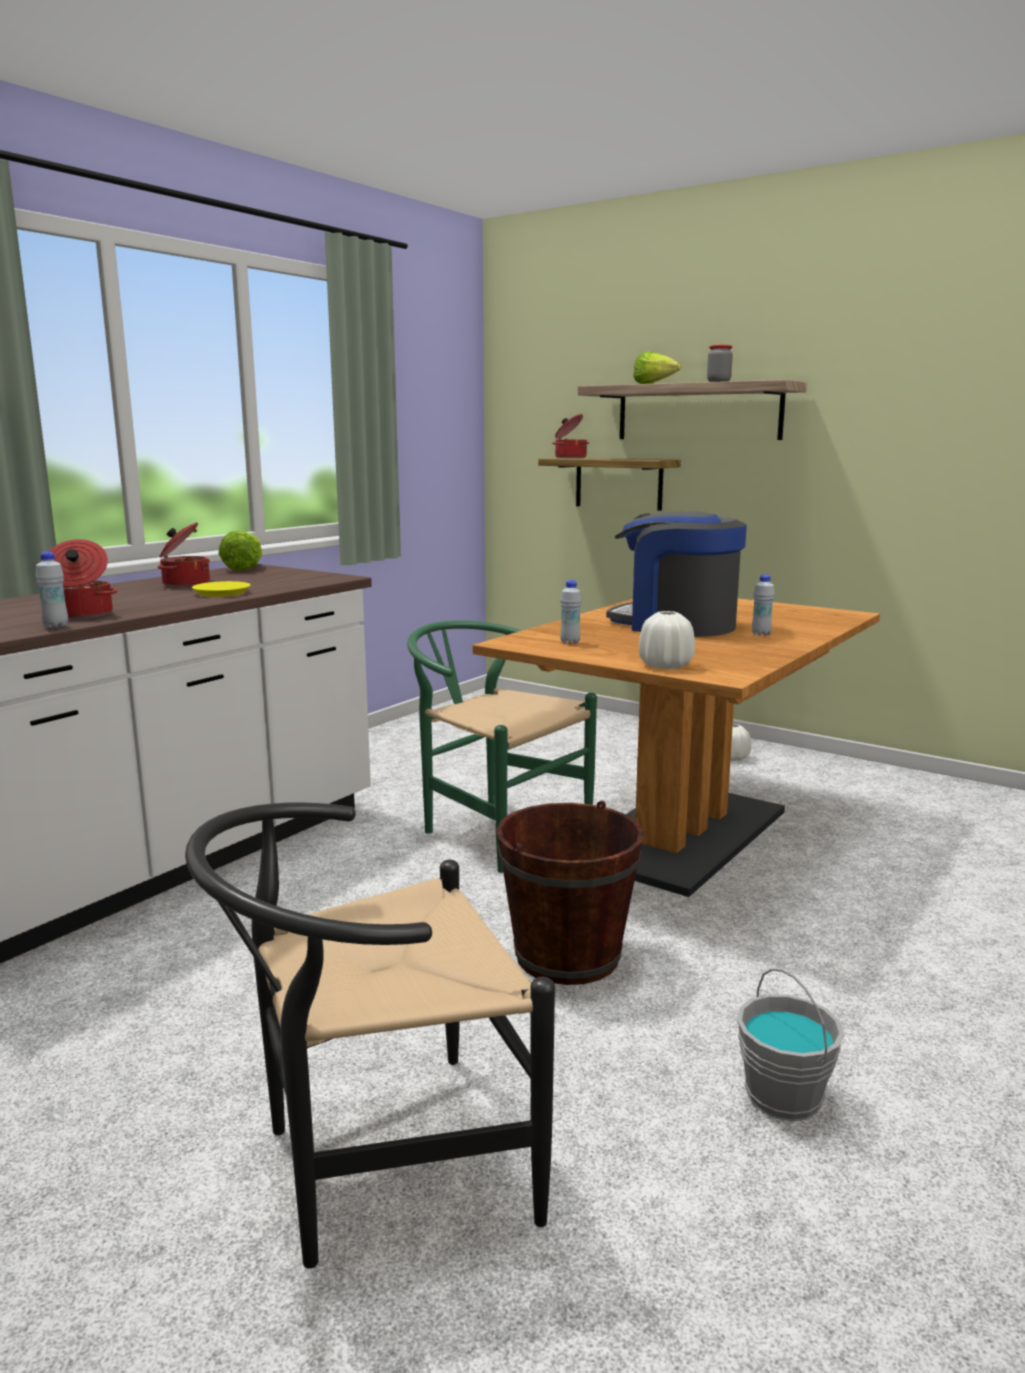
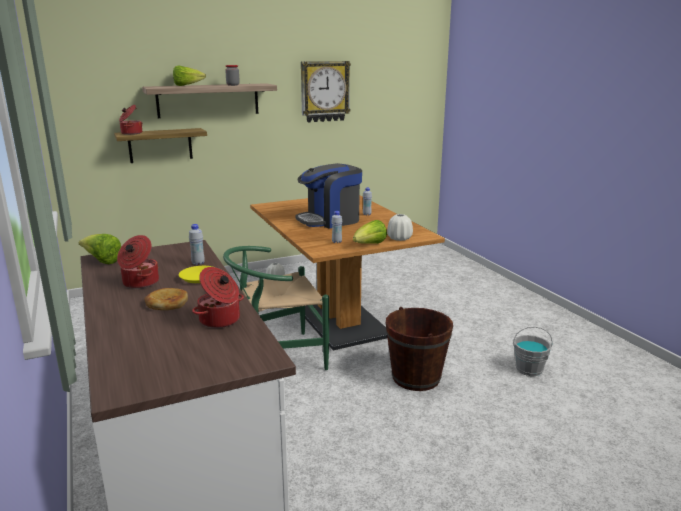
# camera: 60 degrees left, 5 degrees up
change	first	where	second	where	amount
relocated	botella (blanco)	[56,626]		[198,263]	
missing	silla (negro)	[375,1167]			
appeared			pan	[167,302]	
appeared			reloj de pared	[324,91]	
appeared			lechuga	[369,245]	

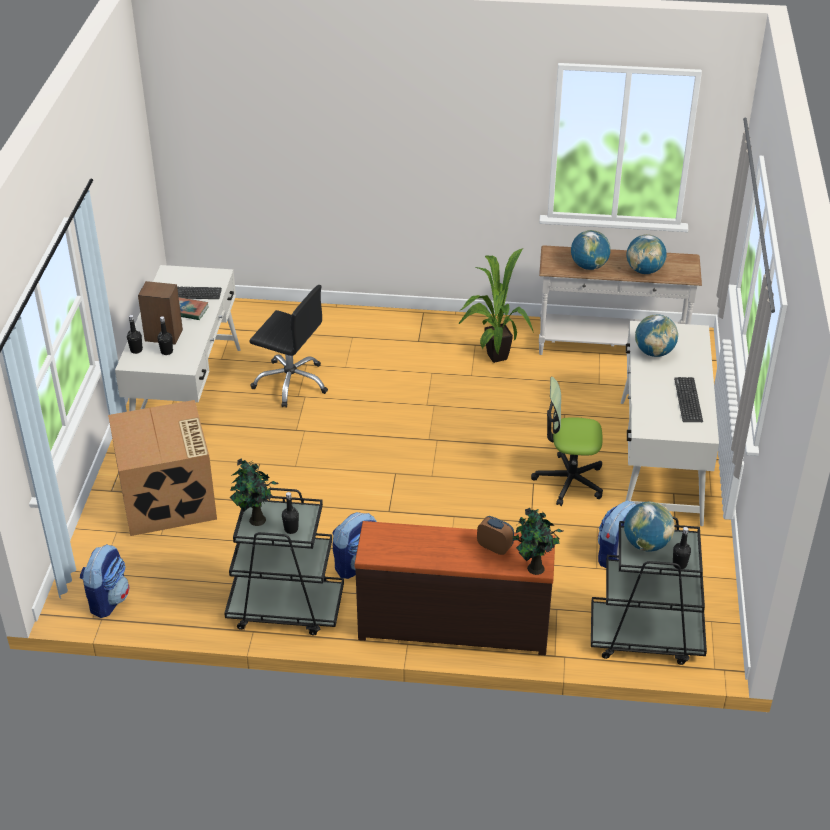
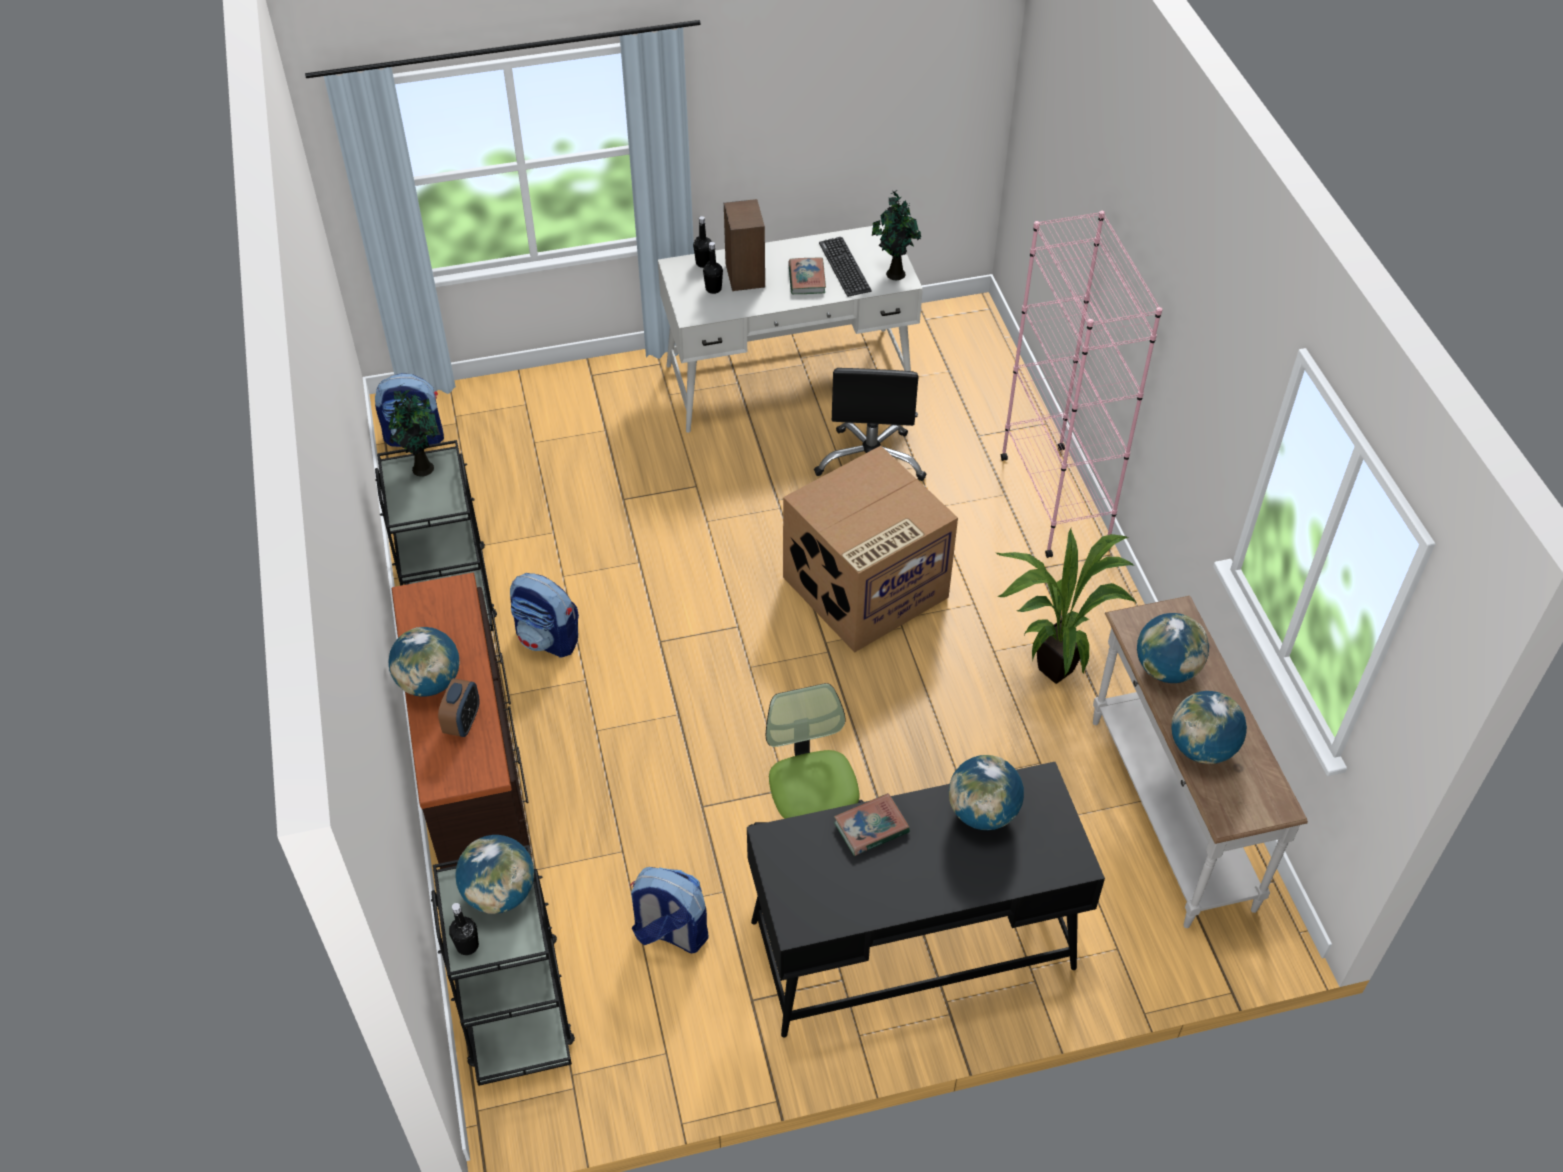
# camera: 70 degrees right, 10 degrees up
change	first	where	second	where	amount
relocated	caja de cartón	[169,499]		[865,589]	
missing	botella (negro)	[291,529]			
relocated	planta en maceta	[534,569]		[894,273]	
colour	escritorio (blanco)	[659,461]	escritorio (negro)	[911,943]	
missing	teclado	[688,400]			
appeared			globo terráqueo	[429,682]	
appeared			libro	[871,827]	
appeared			estantería (rosa)	[1054,500]	

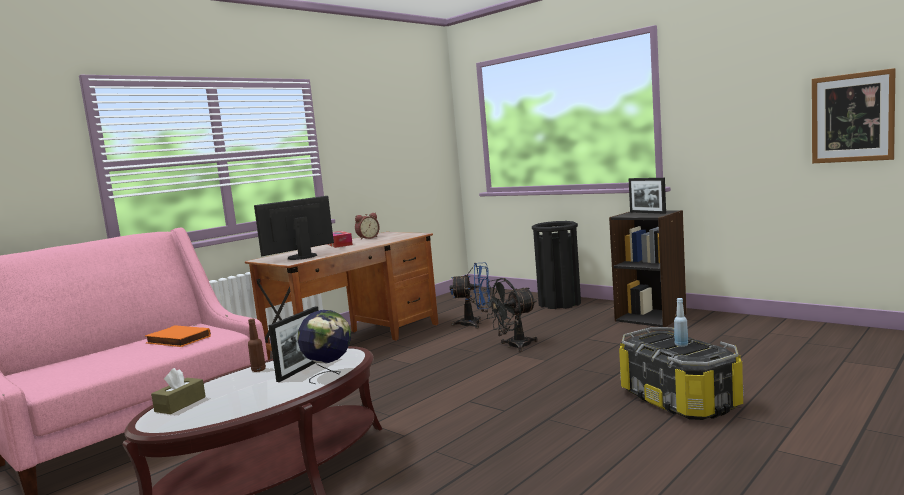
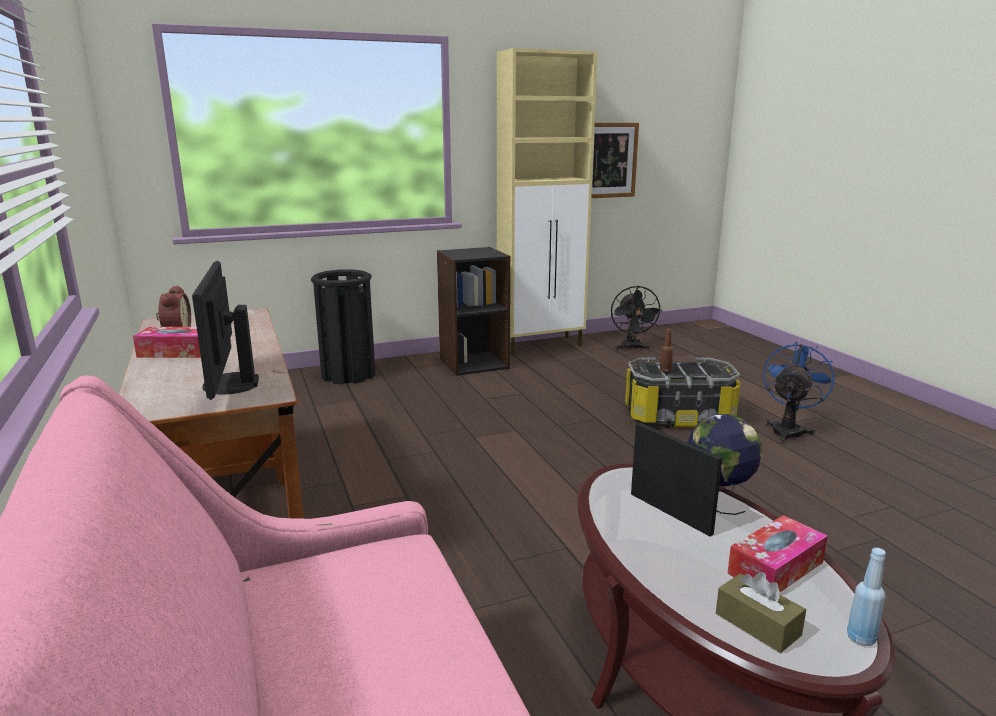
# camera: 65 degrees left, 10 degrees up
change	first	where	second	where	amount
missing	libro (naranja)	[177,340]			
relocated	botella (marrón)	[258,370]		[665,371]	
relocated	ventilador (azul)	[475,324]		[788,430]	
relocated	ventilador (negro)	[513,346]		[632,348]	
missing	portarretratos	[647,212]			
relocated	botella (azul)	[681,345]		[861,638]	
appeared			armario (beis)	[541,345]	
appeared			caja de pañuelos	[775,568]	

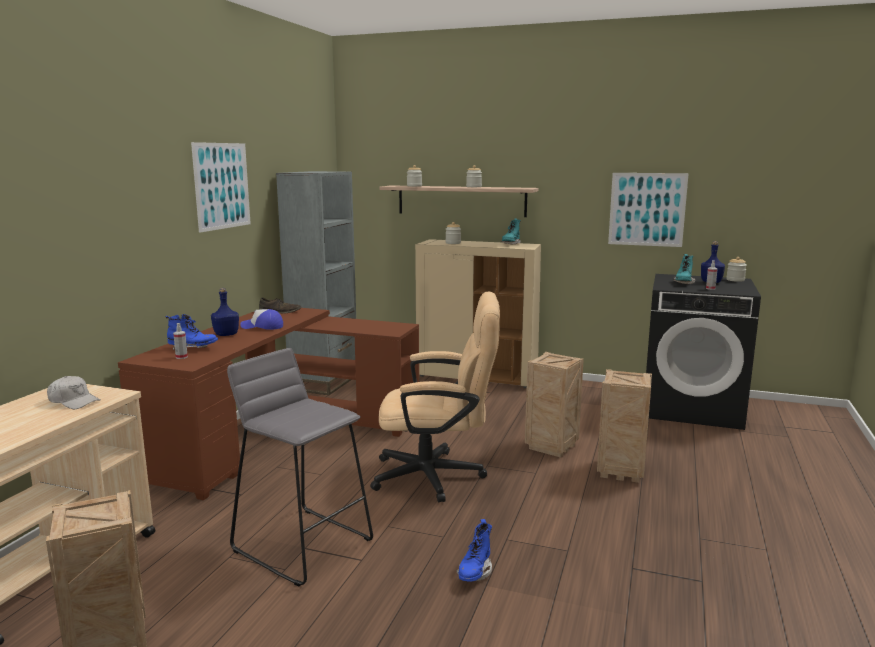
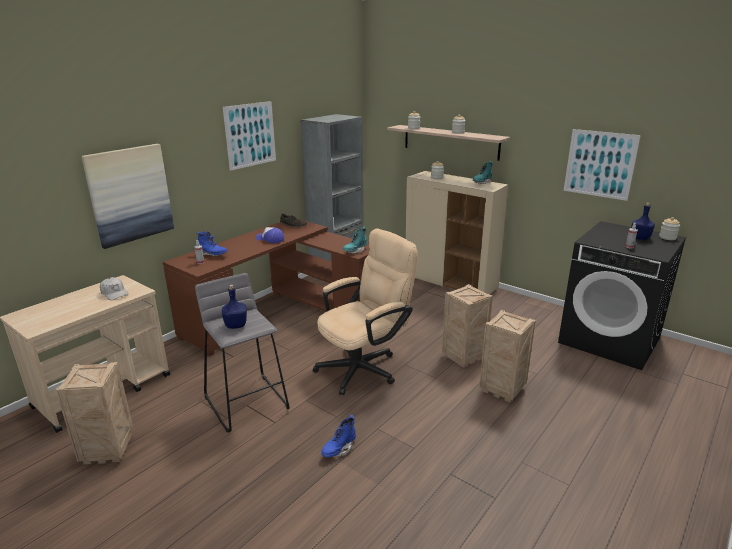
# camera: 20 degrees right, 10 degrees up
change	first	where	second	where	amount
relocated	botella (azul)	[226,334]		[236,325]	
spun	silla de oficina (beis)	[438,476]		[365,367]	60 degrees counterclockwise
relocated	bota (turquesa)	[683,283]		[355,251]	
appeared			cuadro	[130,194]	

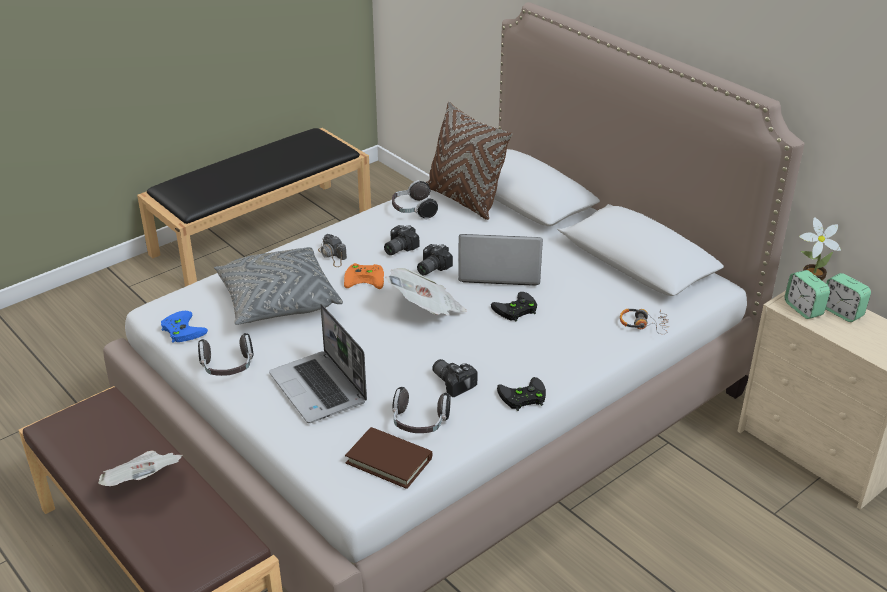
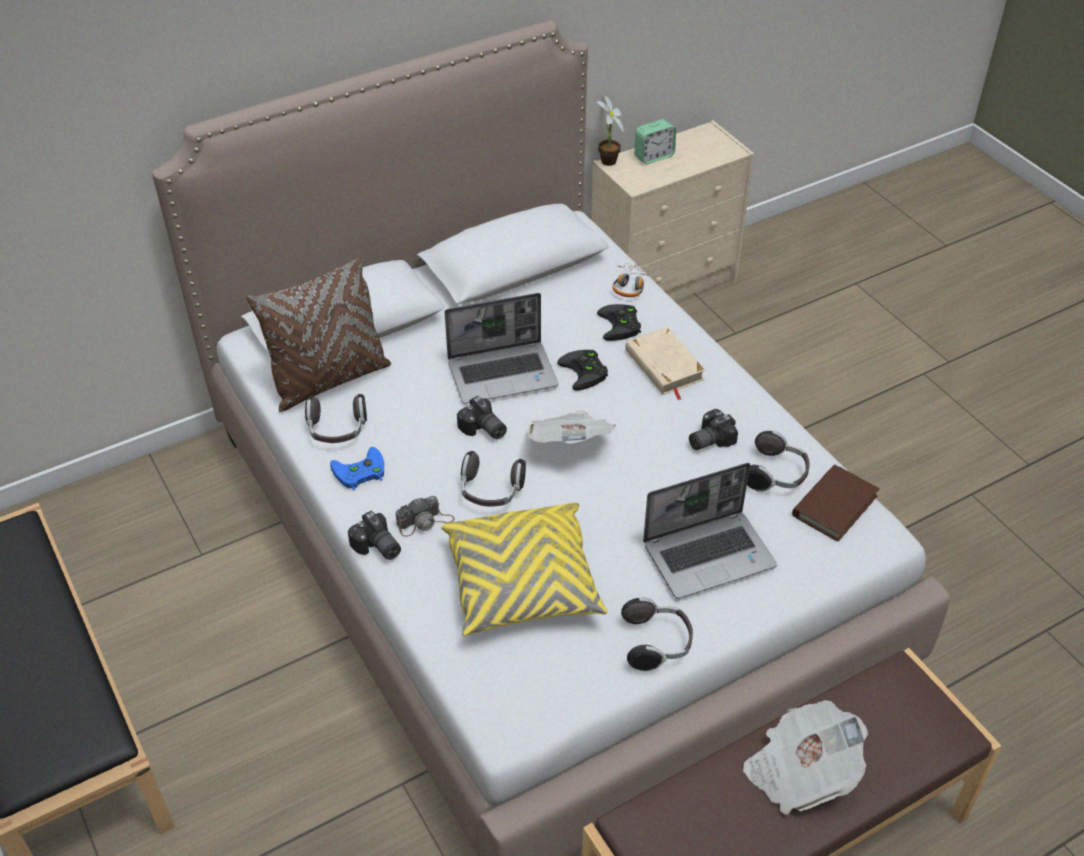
# camera: 80 degrees left, 10 degrees up
change	first	where	second	where	amount
relocated	mando de consola (azul)	[181,329]		[359,473]	
colour	cojín (gris)	[278,301]	cojín (amarillo)	[523,584]	
exchanged	mando de consola (naranja)	[366,278]	auriculares	[491,492]	
relocated	cámara	[398,248]		[376,548]	
spun	portátil	[498,270]		[503,373]	120 degrees counterclockwise
relocated	mando de consola (negro)	[522,397]		[621,326]	
missing	despertador	[803,309]			
appeared			libro (beis)	[664,366]	

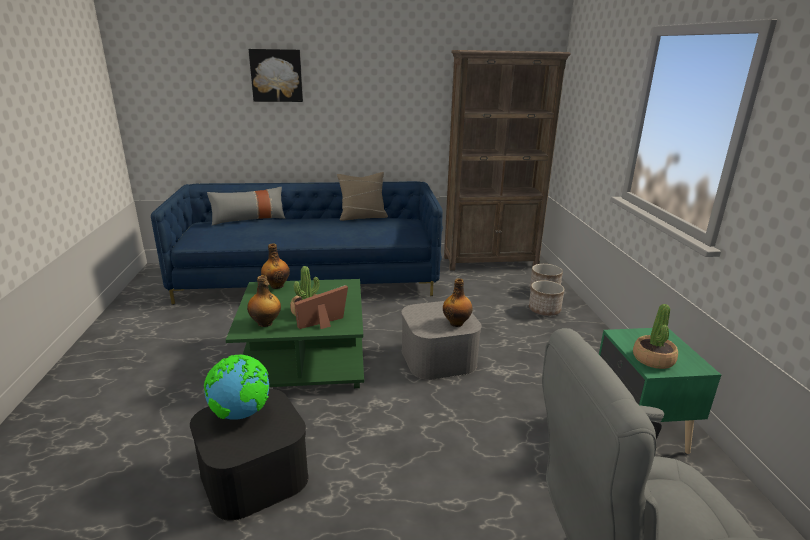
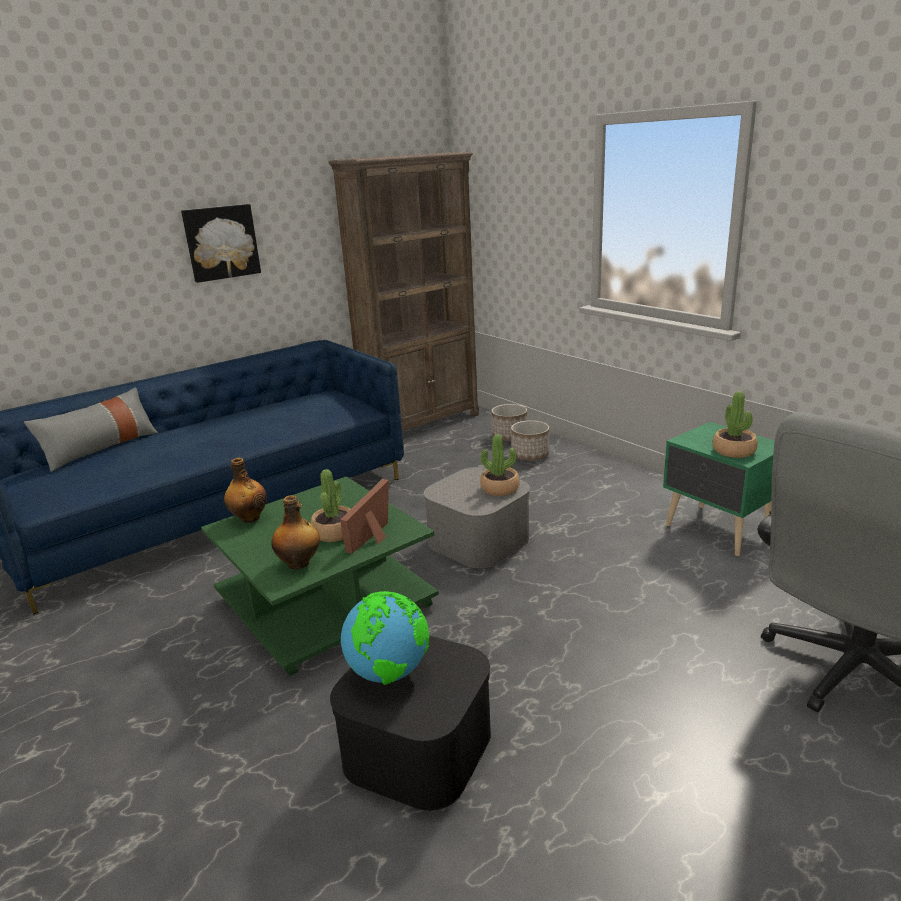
# camera: 30 degrees left, 0 degrees up
change	first	where	second	where	amount
relocated	cuadro	[276,75]		[221,242]	
missing	cojín (beis)	[363,217]			
exchanged	botella	[456,323]	planta en maceta	[500,488]	

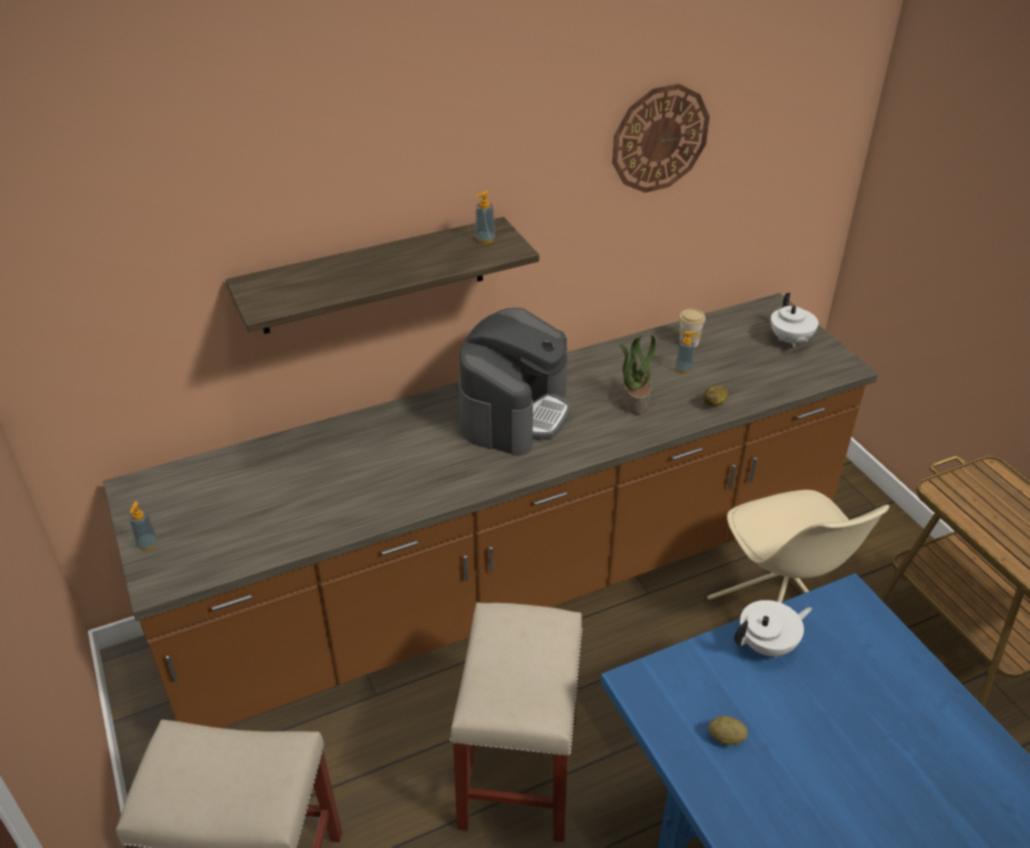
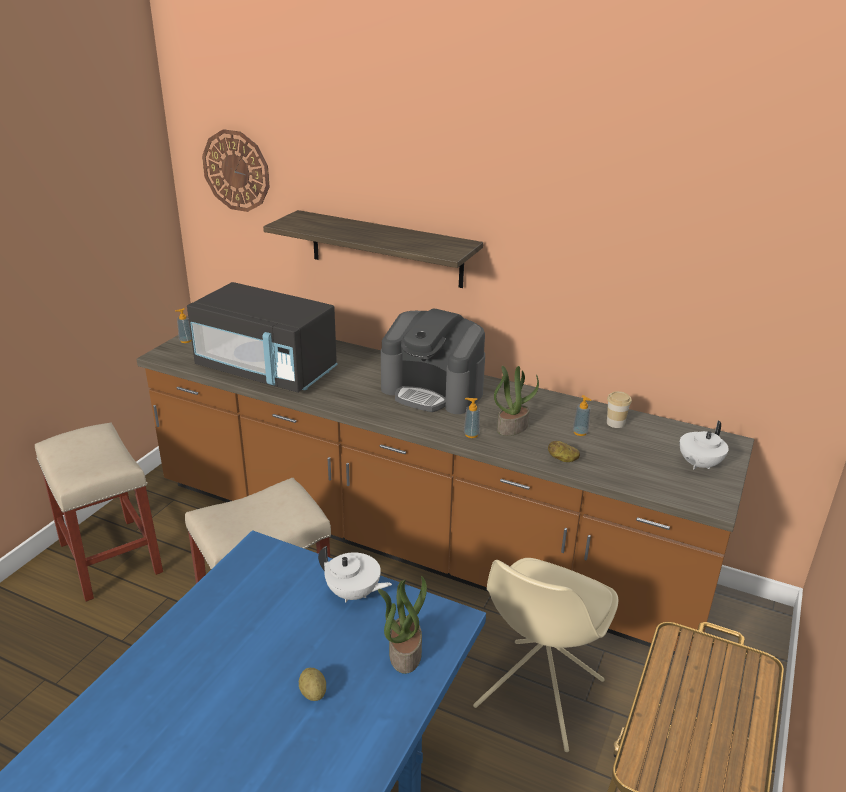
# camera: 50 degrees right, 10 degrees down
change	first	where	second	where	amount
spun	cafetera	[514,412]		[433,391]	45 degrees clockwise
relocated	dispensador de jabón	[485,239]		[471,434]	
relocated	reloj de pared	[659,138]		[236,171]	
relocated	patata	[726,738]		[313,693]	
appeared			microondas (negro)	[267,371]	
appeared			planta en maceta	[404,652]	

